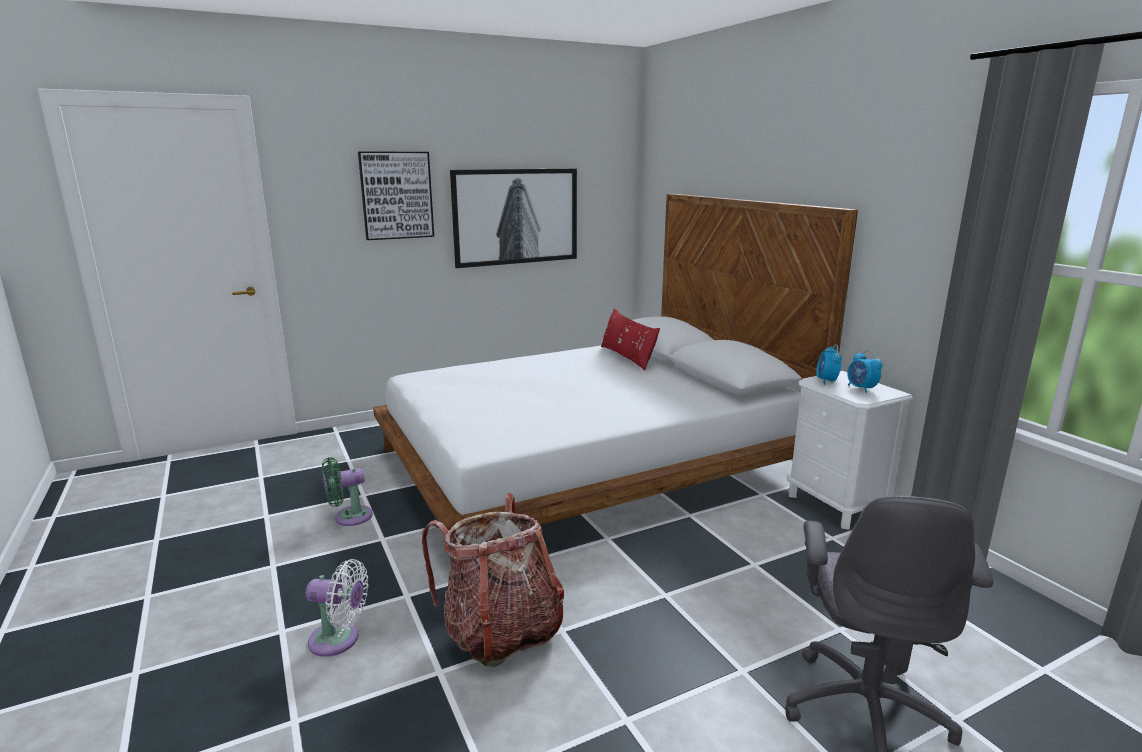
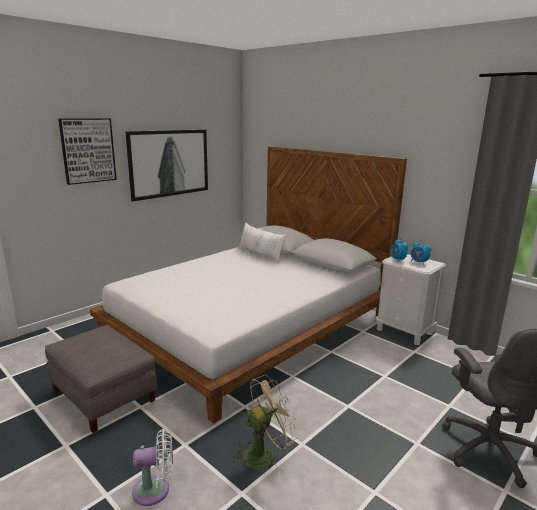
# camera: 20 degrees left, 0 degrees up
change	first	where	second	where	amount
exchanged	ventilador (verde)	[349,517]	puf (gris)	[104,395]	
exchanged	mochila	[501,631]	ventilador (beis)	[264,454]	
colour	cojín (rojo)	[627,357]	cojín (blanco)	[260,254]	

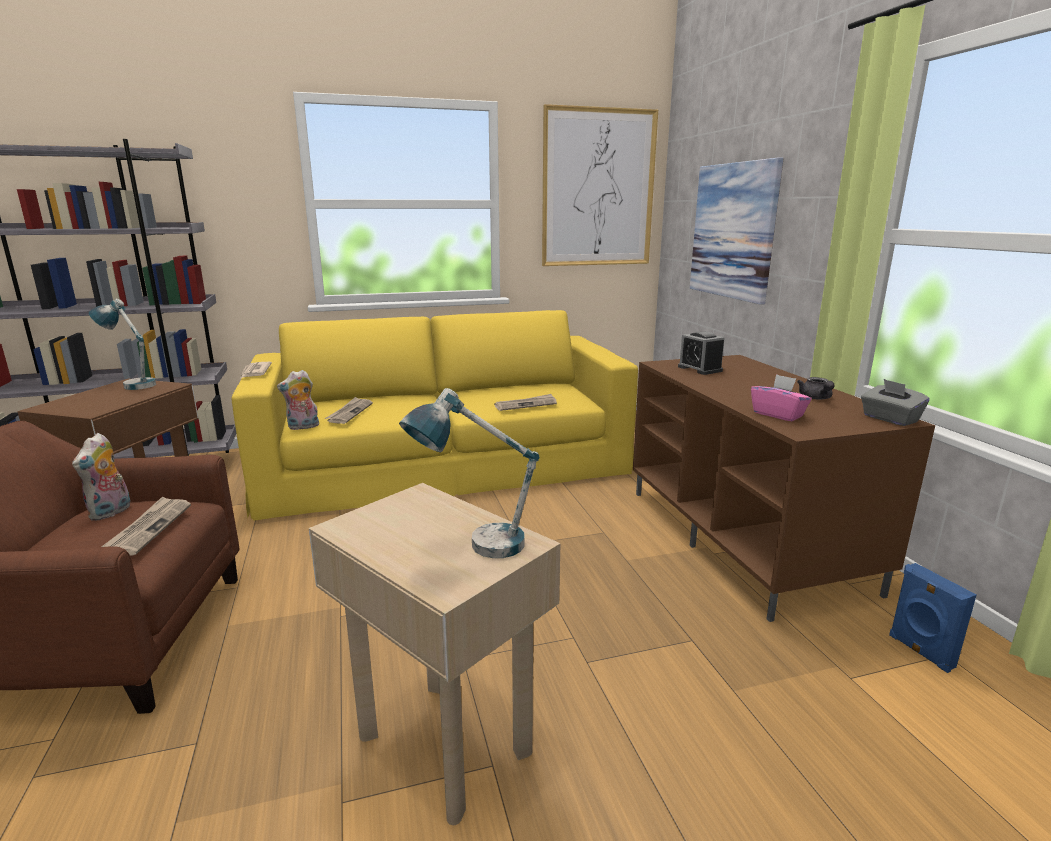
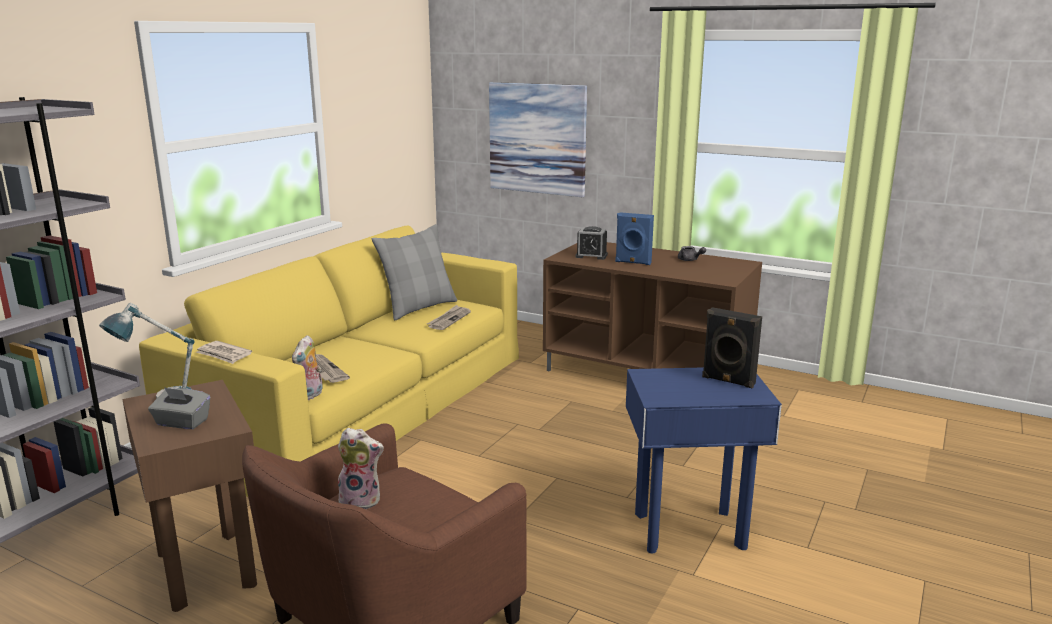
# camera: 45 degrees left, 0 degrees up
change	first	where	second	where	amount
spun	peluche	[111,513]		[362,500]	45 degrees counterclockwise
missing	periódico	[149,528]			
colour	mesa auxiliar (beis)	[443,745]	mesa auxiliar (azul)	[690,531]	
exchanged	lámpara de mesa	[474,546]	altavoz (negro)	[728,381]	
missing	cuadro	[598,189]			
missing	caja de pañuelos (rosa)	[778,414]			
relocated	caja de pañuelos (gris)	[889,419]		[182,423]	
relocated	altavoz (azul)	[920,652]		[633,262]	
appeared			cojín (gris)	[418,308]	

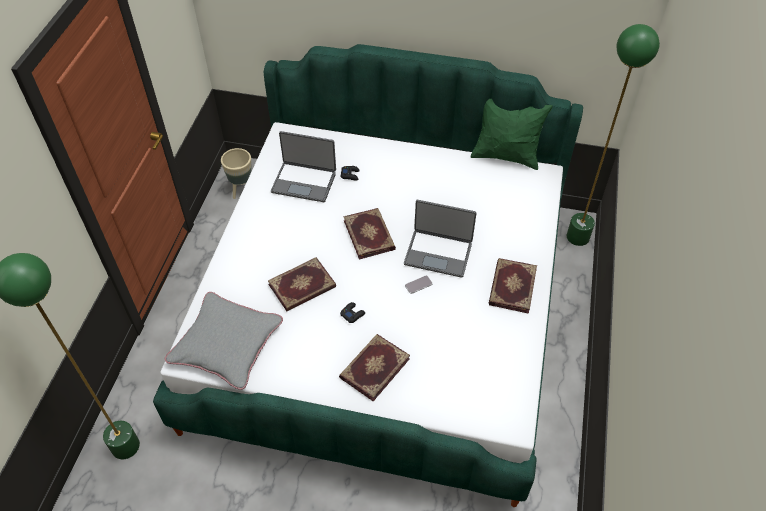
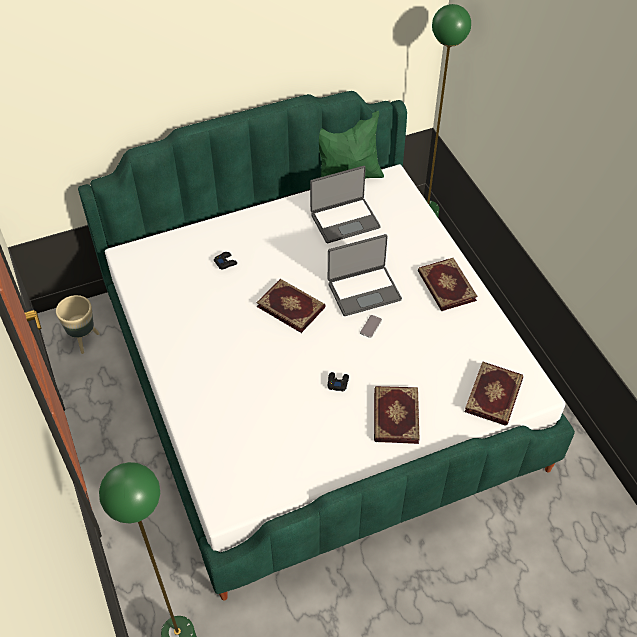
# camera: 35 degrees left, 0 degrees up
change	first	where	second	where	amount
missing	cojín (gris)	[226,344]			
relocated	libro	[302,287]		[494,395]	
relocated	portátil	[304,182]		[344,220]	

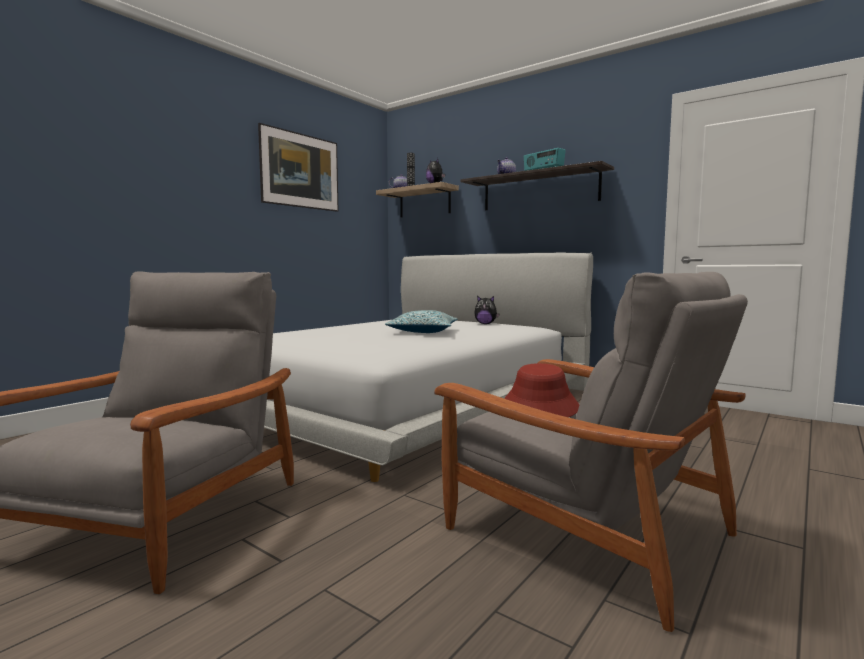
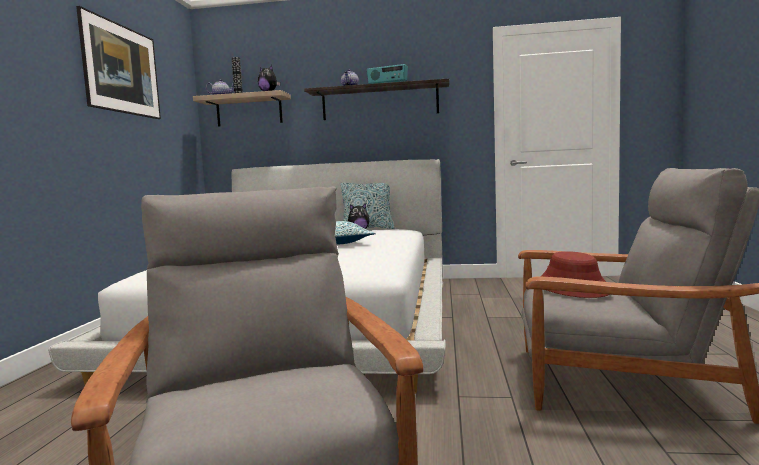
# camera: 30 degrees left, 0 degrees up
change	first	where	second	where	amount
appeared			cojín	[368,228]	

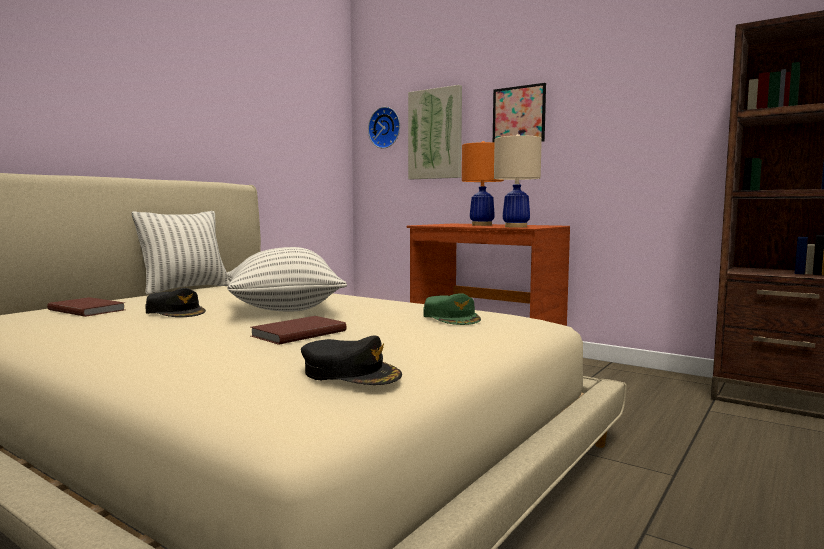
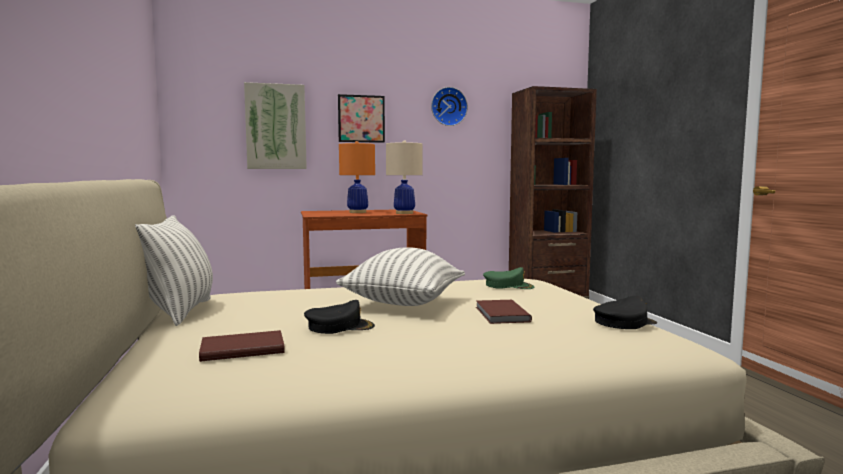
# camera: 50 degrees left, 0 degrees up
change	first	where	second	where	amount
relocated	reloj de pared	[386,128]		[448,106]	

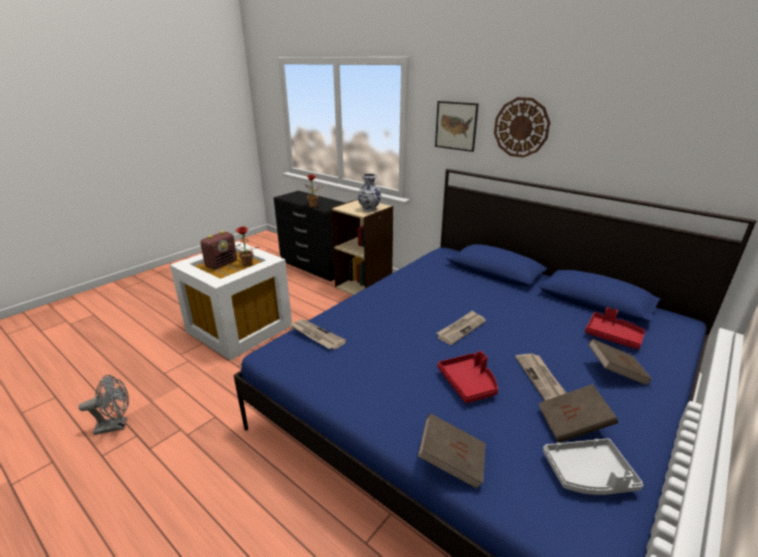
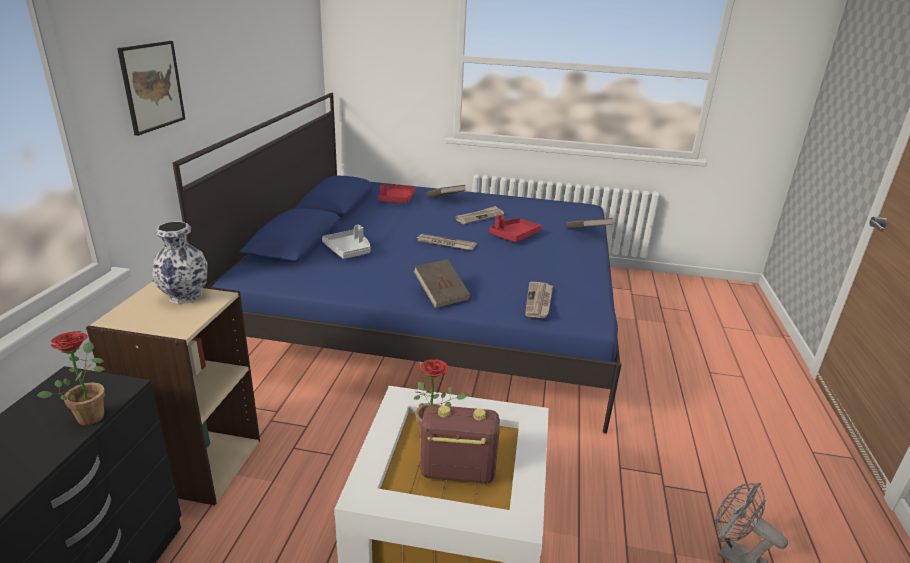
# camera: 120 degrees left, 0 degrees up
change	first	where	second	where	amount
missing	reloj de pared	[521,127]			
relocated	libro (marrón)	[572,425]		[441,295]	
relocated	bandeja (gris)	[588,475]		[349,250]	

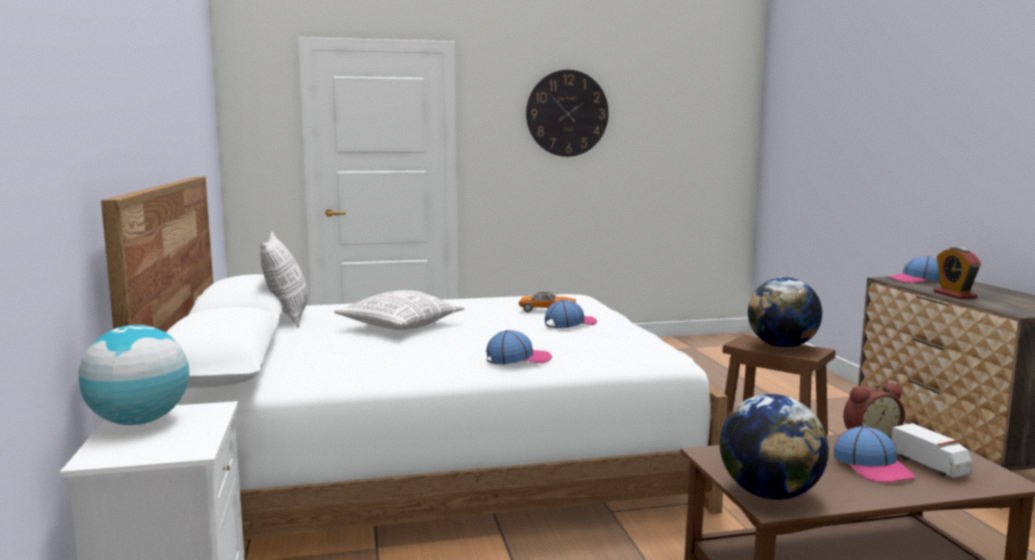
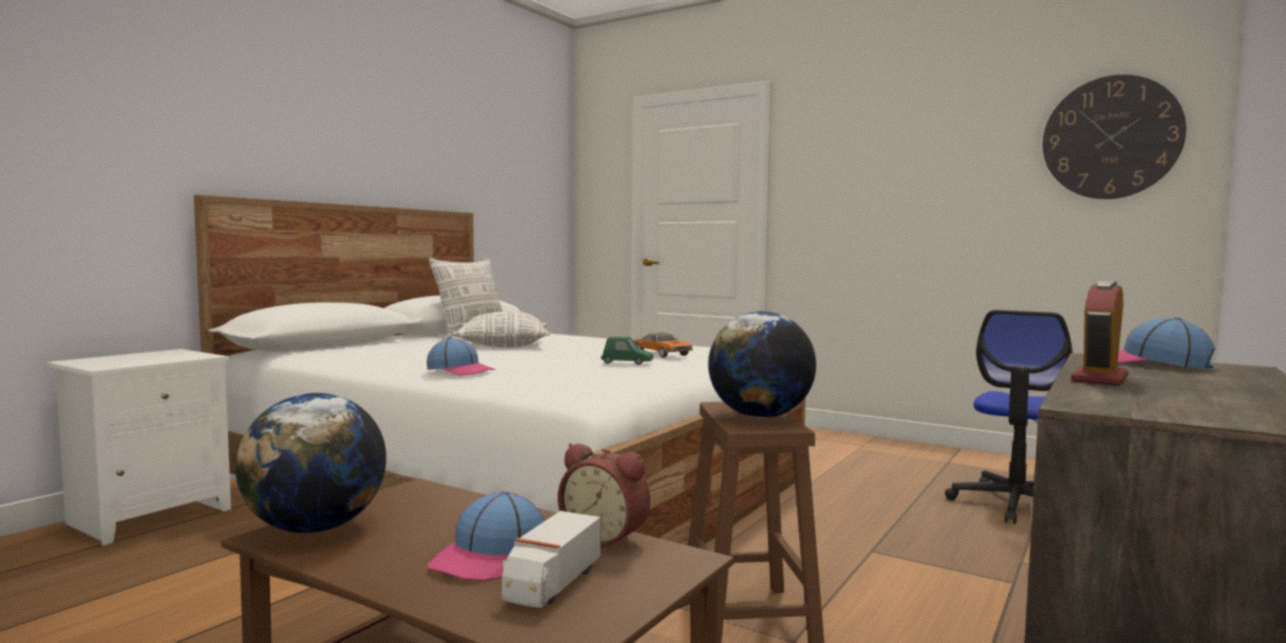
# camera: 45 degrees right, 5 degrees down
change	first	where	second	where	amount
missing	globo terráqueo	[139,422]			
relocated	reloj de pared	[567,113]		[1111,137]	
exchanged	gorra	[570,323]	coche de juguete (verde)	[627,362]	
appeared			silla de oficina	[1015,505]	

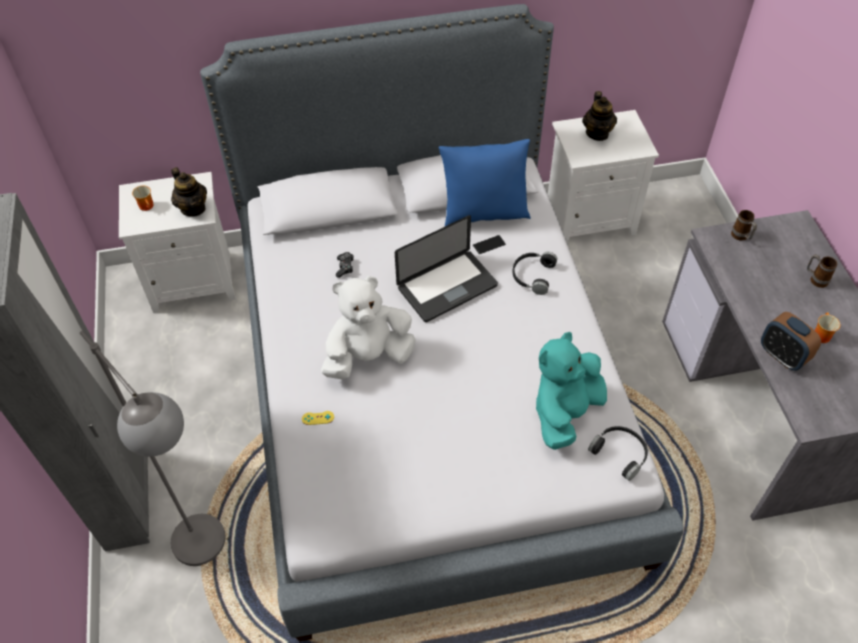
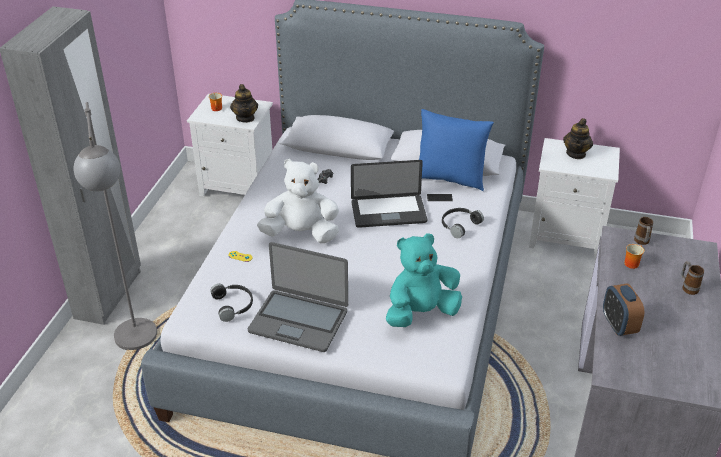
# camera: 25 degrees right, 15 degrees down
change	first	where	second	where	amount
relocated	auriculares (negro)	[620,453]		[234,305]	
relocated	taza grande	[820,334]		[631,262]	
appeared			portátil	[299,320]	

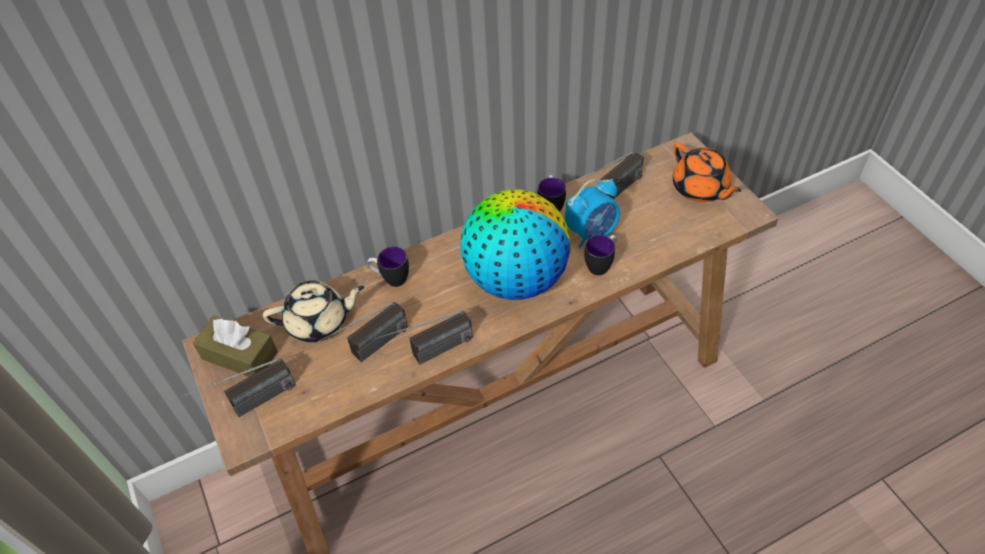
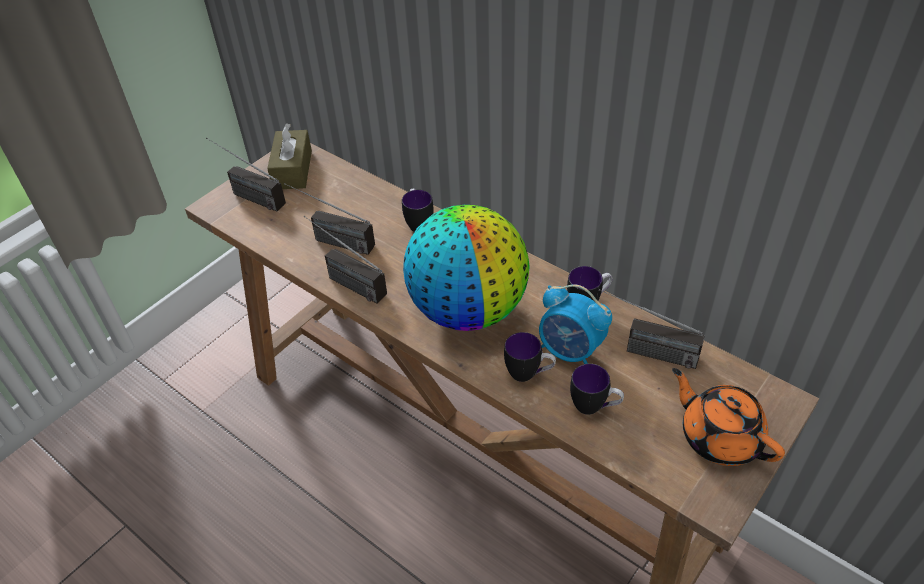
# camera: 65 degrees right, 5 degrees down
change	first	where	second	where	amount
missing	tetera (beis)	[319,322]			
spun	tetera (naranja)	[700,189]		[719,436]	105 degrees clockwise
appeared			taza grande	[594,407]	

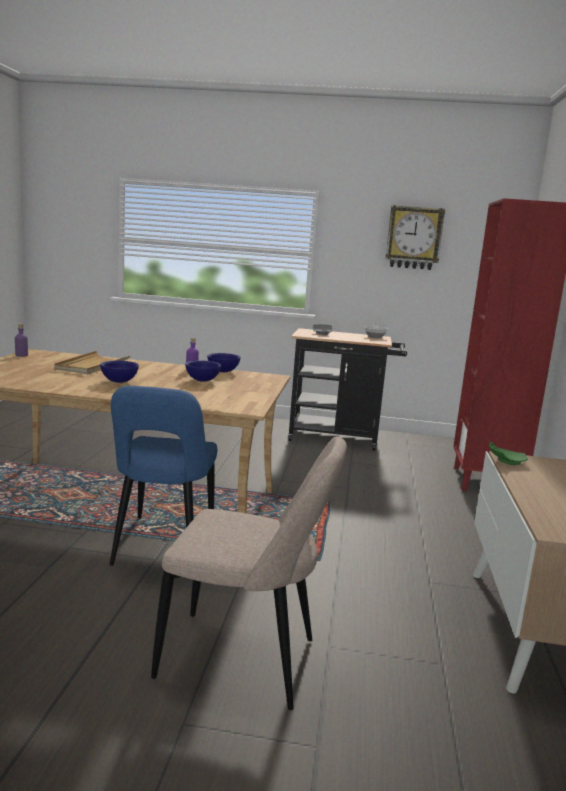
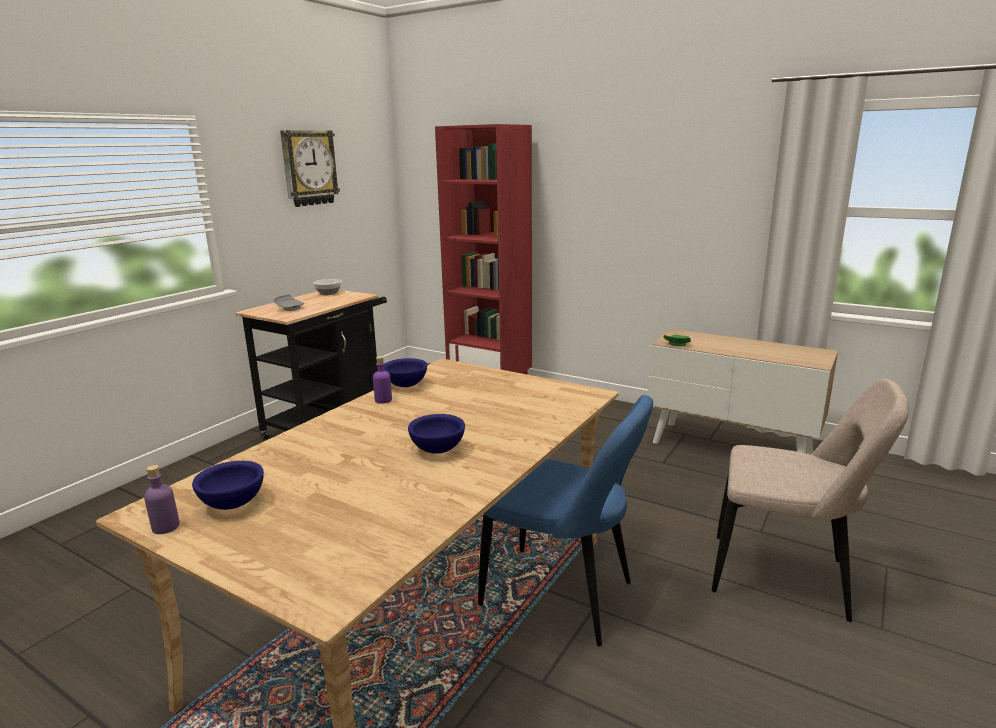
# camera: 65 degrees left, 5 degrees up
change	first	where	second	where	amount
missing	bandeja (beis)	[92,366]			
spun	silla (beis)	[245,660]		[786,578]	75 degrees clockwise
relocated	cuenco (azul)	[202,380]		[234,503]	

